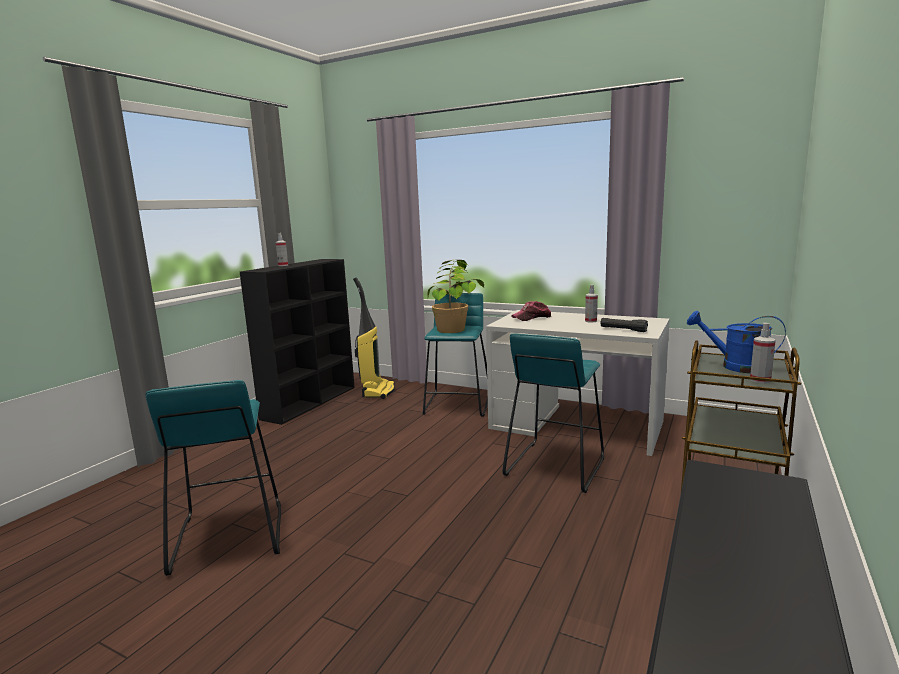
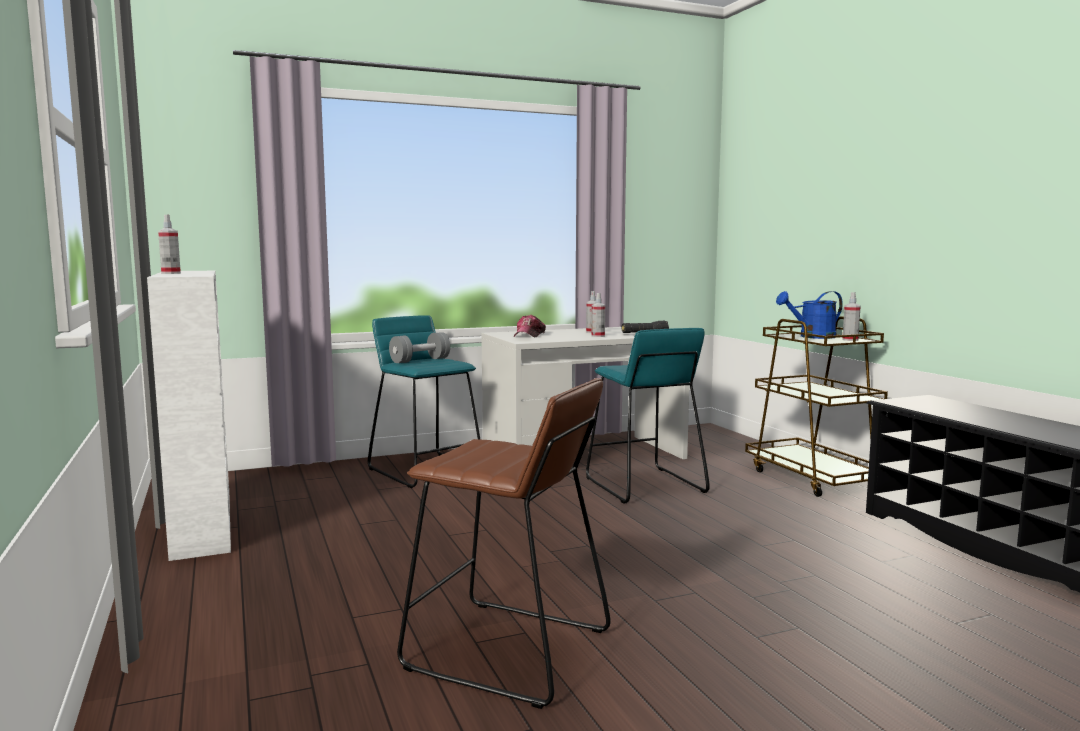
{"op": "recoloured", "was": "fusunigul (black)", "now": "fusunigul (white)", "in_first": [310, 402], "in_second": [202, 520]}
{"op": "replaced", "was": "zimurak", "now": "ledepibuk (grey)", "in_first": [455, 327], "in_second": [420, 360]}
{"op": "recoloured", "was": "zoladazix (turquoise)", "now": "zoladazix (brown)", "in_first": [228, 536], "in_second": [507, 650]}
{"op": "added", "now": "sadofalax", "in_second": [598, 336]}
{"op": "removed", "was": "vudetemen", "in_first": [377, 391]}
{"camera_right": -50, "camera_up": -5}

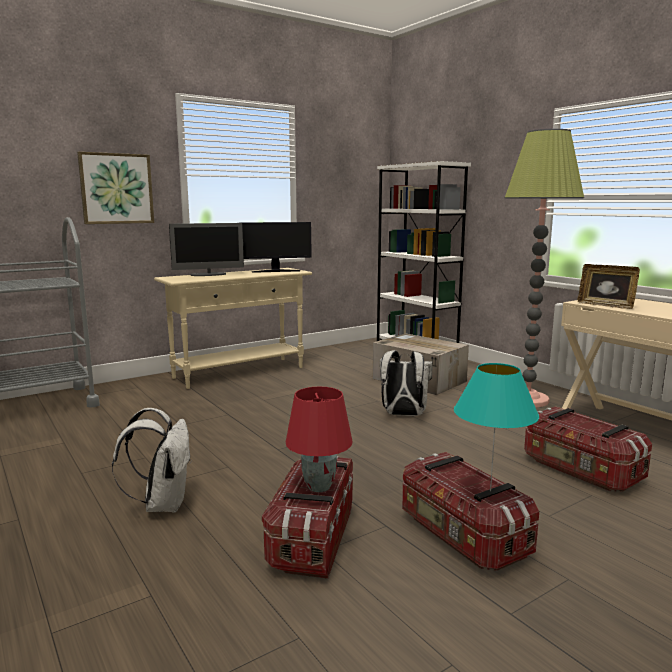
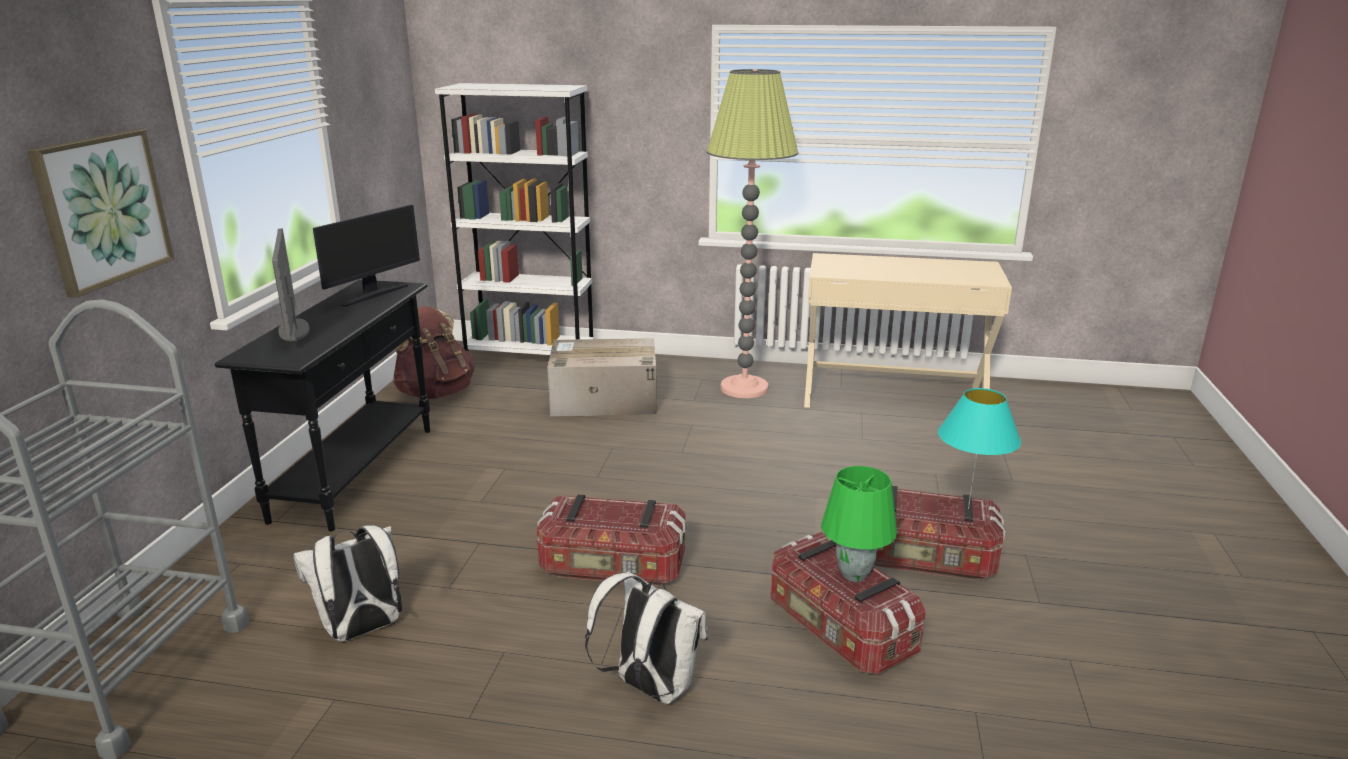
{"op": "recoloured", "was": "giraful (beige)", "now": "giraful (black)", "in_first": [240, 372], "in_second": [356, 473]}
{"op": "turned", "was": "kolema", "in_first": [208, 274], "in_second": [294, 330], "clockwise": 135}
{"op": "moved", "was": "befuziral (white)", "in_first": [403, 415], "in_second": [362, 630]}
{"op": "added", "now": "befuziral (brown)", "in_second": [434, 392]}
{"op": "moved", "was": "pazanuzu", "in_first": [580, 470], "in_second": [612, 568]}
{"op": "recoloured", "was": "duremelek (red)", "now": "duremelek (green)", "in_first": [319, 487], "in_second": [855, 575]}
{"op": "removed", "was": "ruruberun", "in_first": [606, 305]}
{"camera_right": -45, "camera_up": 10}

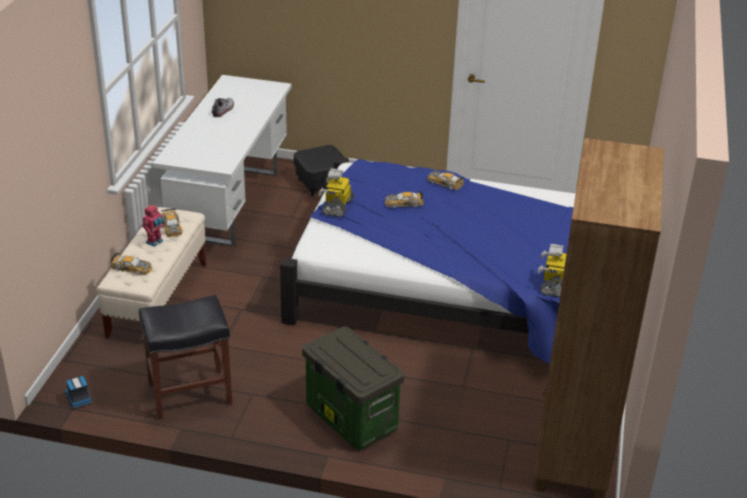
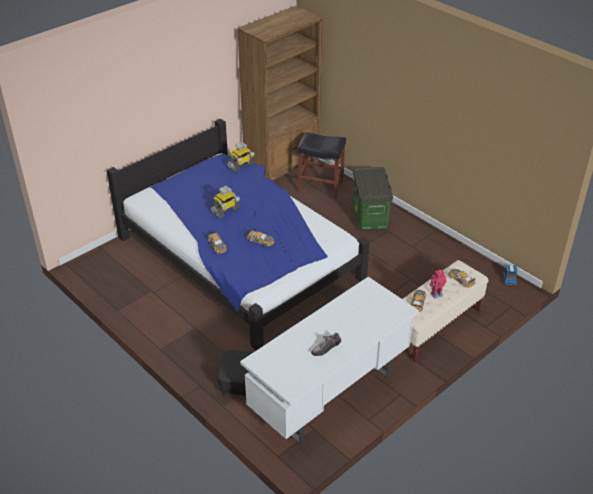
{"op": "moved", "was": "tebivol", "in_first": [337, 206], "in_second": [225, 210]}
{"op": "moved", "was": "zoladazix (black)", "in_first": [191, 393], "in_second": [320, 186]}
{"camera_right": -145, "camera_up": 5}

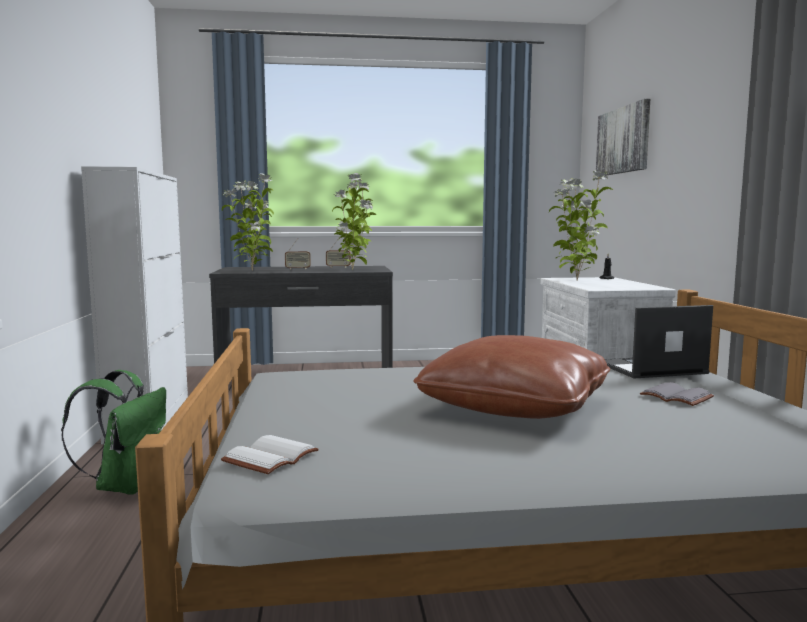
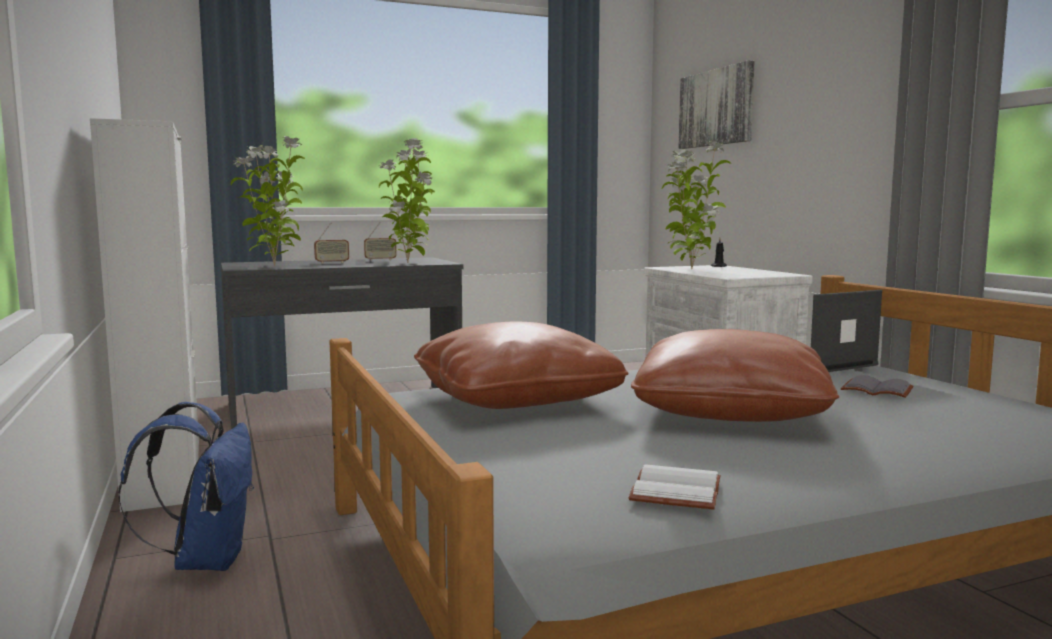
{"op": "recoloured", "was": "befuziral (green)", "now": "befuziral (blue)", "in_first": [127, 485], "in_second": [206, 560]}
{"op": "added", "now": "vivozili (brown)", "in_second": [515, 400]}
{"op": "moved", "was": "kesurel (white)", "in_first": [270, 456], "in_second": [673, 490]}
{"camera_right": -15, "camera_up": 0}

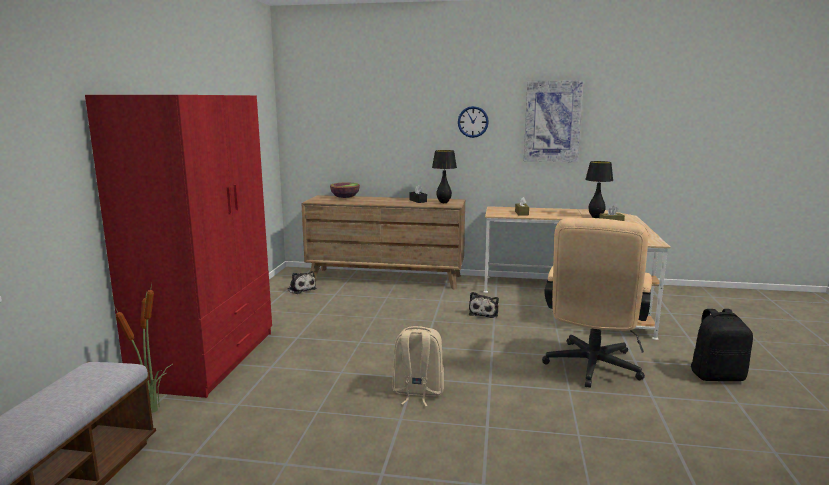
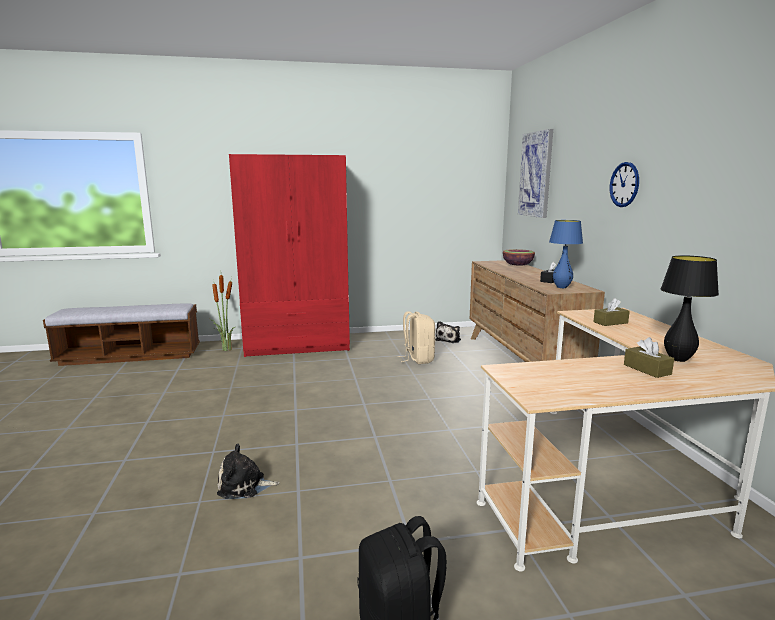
{"op": "moved", "was": "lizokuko", "in_first": [484, 313], "in_second": [244, 486]}
{"op": "moved", "was": "befuziral (beige)", "in_first": [417, 392], "in_second": [418, 359]}
{"op": "moved", "was": "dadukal", "in_first": [552, 121], "in_second": [536, 174]}
{"op": "recoloured", "was": "duremelek (black)", "now": "duremelek (blue)", "in_first": [443, 202], "in_second": [561, 287]}
{"op": "removed", "was": "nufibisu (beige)", "in_first": [591, 369]}
{"camera_right": 70, "camera_up": 0}

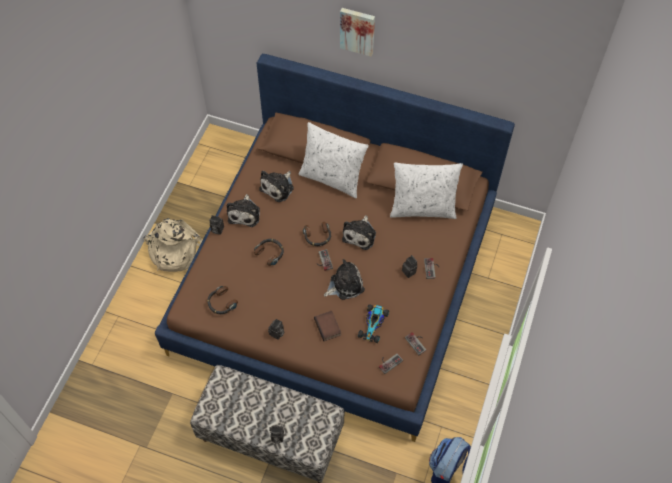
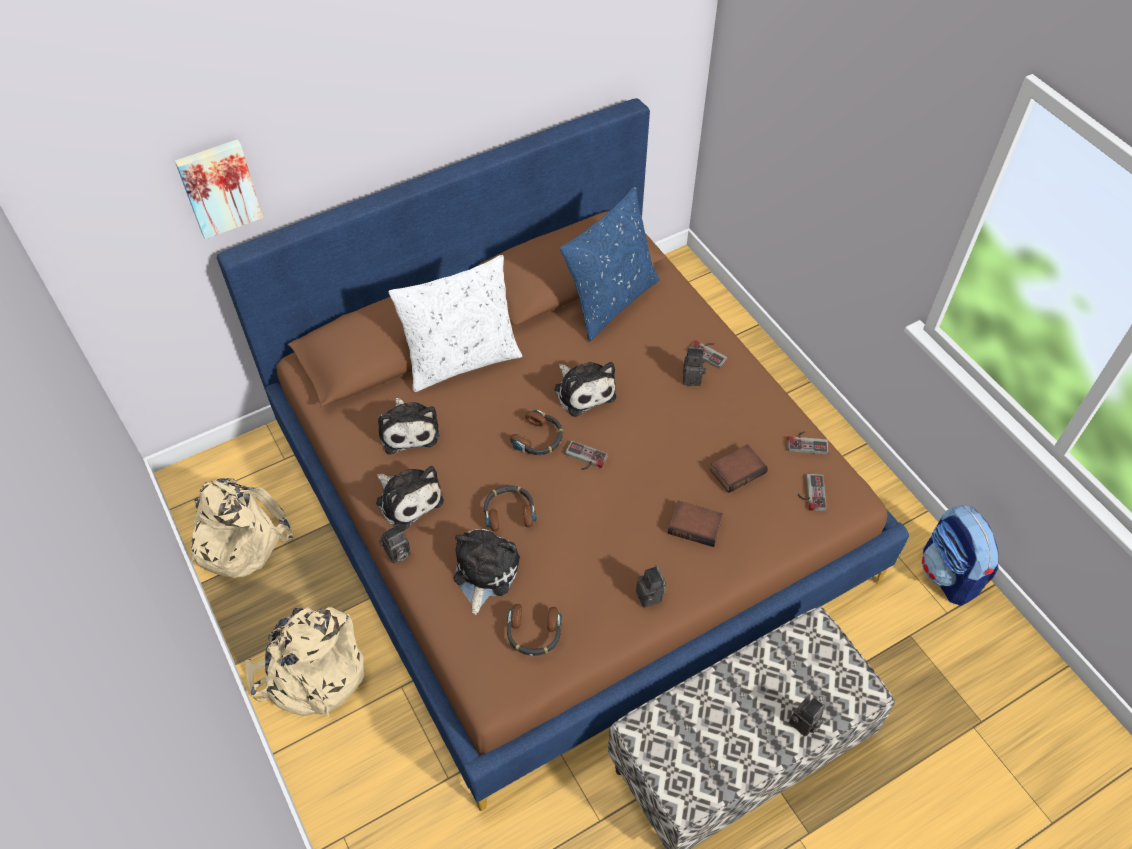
{"op": "moved", "was": "dadukal", "in_first": [357, 30], "in_second": [219, 187]}
{"op": "added", "now": "befuziral (beige)", "in_second": [238, 537]}
{"op": "moved", "was": "lizokuko", "in_first": [345, 285], "in_second": [484, 573]}
{"op": "recoloured", "was": "vivozili (white)", "now": "vivozili (blue)", "in_first": [422, 208], "in_second": [610, 301]}
{"op": "replaced", "was": "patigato", "now": "kesurel", "in_first": [373, 324], "in_second": [737, 470]}
{"camera_right": -50, "camera_up": -5}

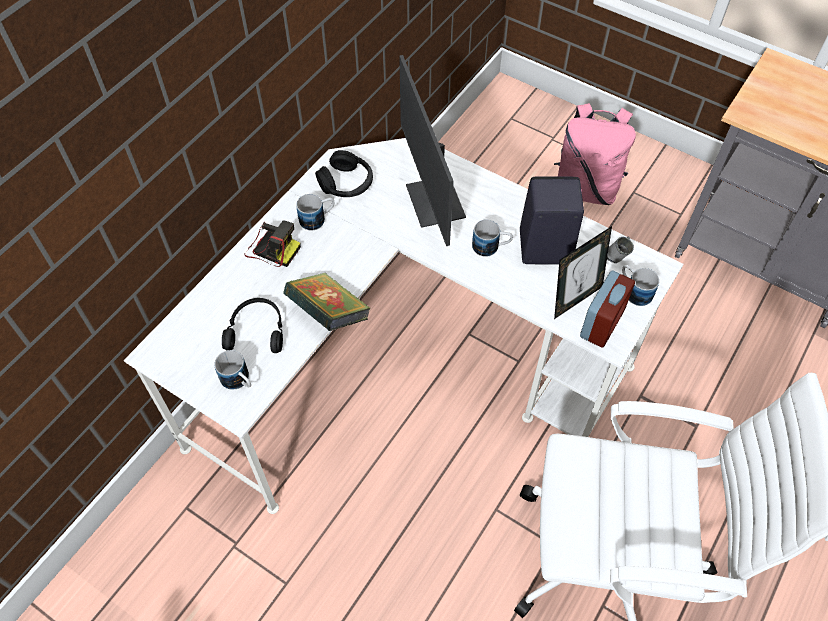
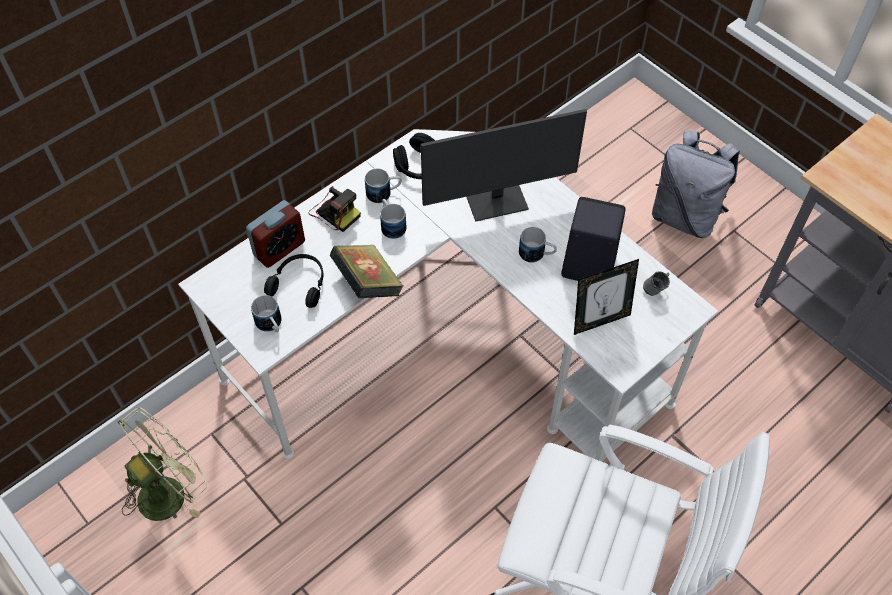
{"op": "added", "now": "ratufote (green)", "in_second": [170, 490]}
{"op": "moved", "was": "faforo", "in_first": [601, 324], "in_second": [279, 249]}
{"op": "moved", "was": "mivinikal", "in_first": [634, 291], "in_second": [391, 224]}
{"op": "turned", "was": "kolema", "in_first": [433, 202], "in_second": [496, 200], "clockwise": -105}
{"op": "recoloured", "was": "befuziral (pink)", "now": "befuziral (grey)", "in_first": [586, 188], "in_second": [685, 216]}
{"camera_right": 15, "camera_up": 0}

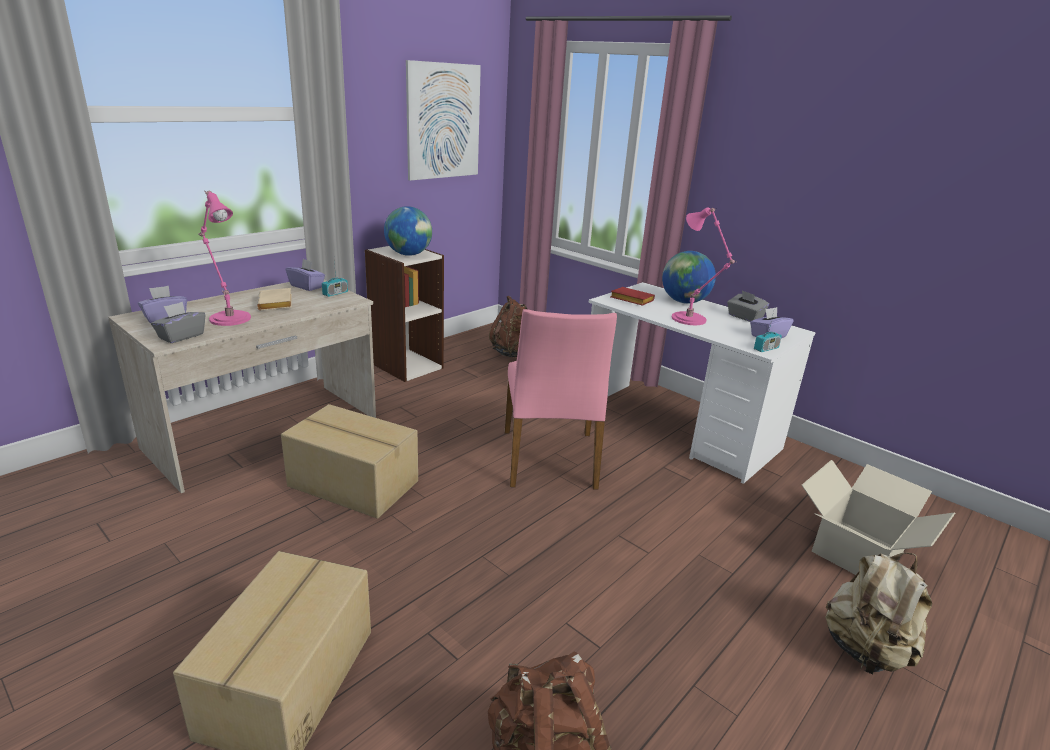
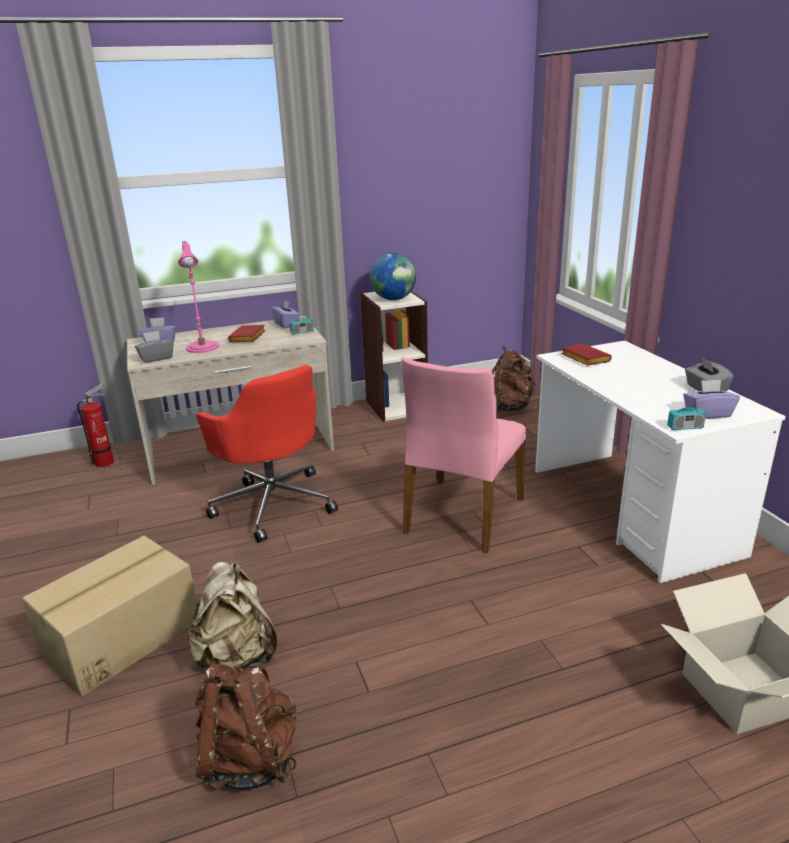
{"op": "added", "now": "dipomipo", "in_second": [106, 461]}
{"op": "moved", "was": "befuziral (beige)", "in_first": [865, 651], "in_second": [236, 656]}
{"op": "replaced", "was": "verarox", "now": "nufibisu (red)", "in_first": [353, 484], "in_second": [273, 503]}
{"op": "recoloured", "was": "kesurel (beige)", "now": "kesurel (red)", "in_first": [277, 304], "in_second": [248, 338]}
{"op": "removed", "was": "dadukal", "in_first": [443, 121]}
{"op": "removed", "was": "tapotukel", "in_first": [684, 302]}
{"op": "removed", "was": "duremelek (pink)", "in_first": [690, 320]}
{"camera_right": 30, "camera_up": 0}

